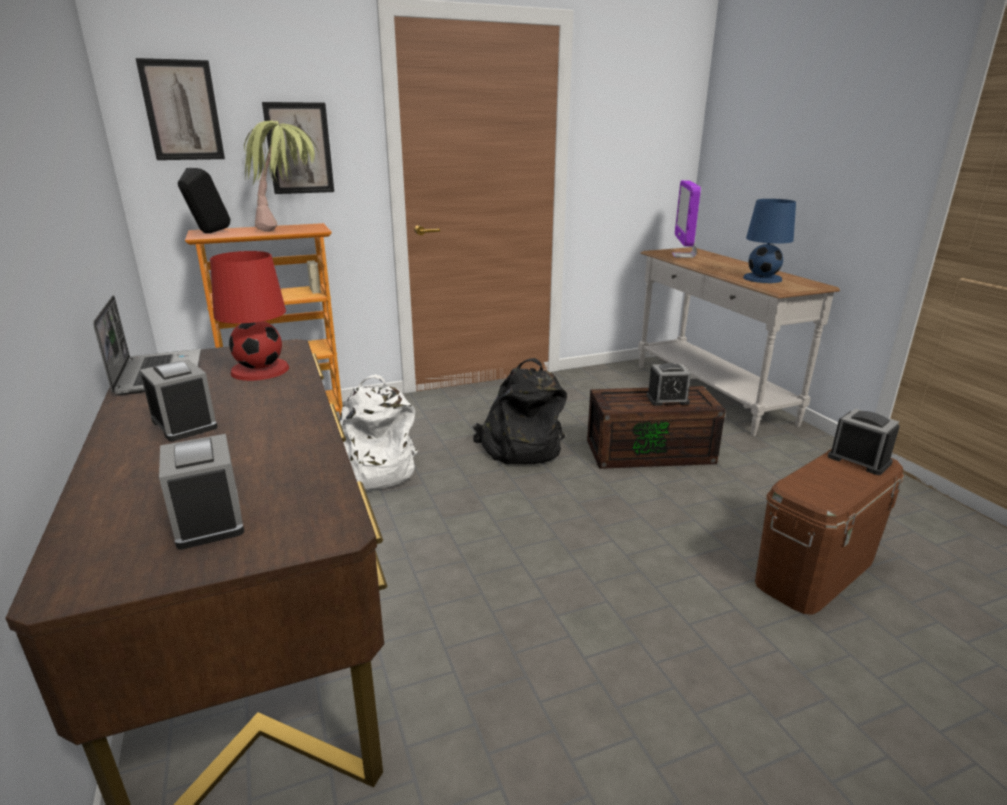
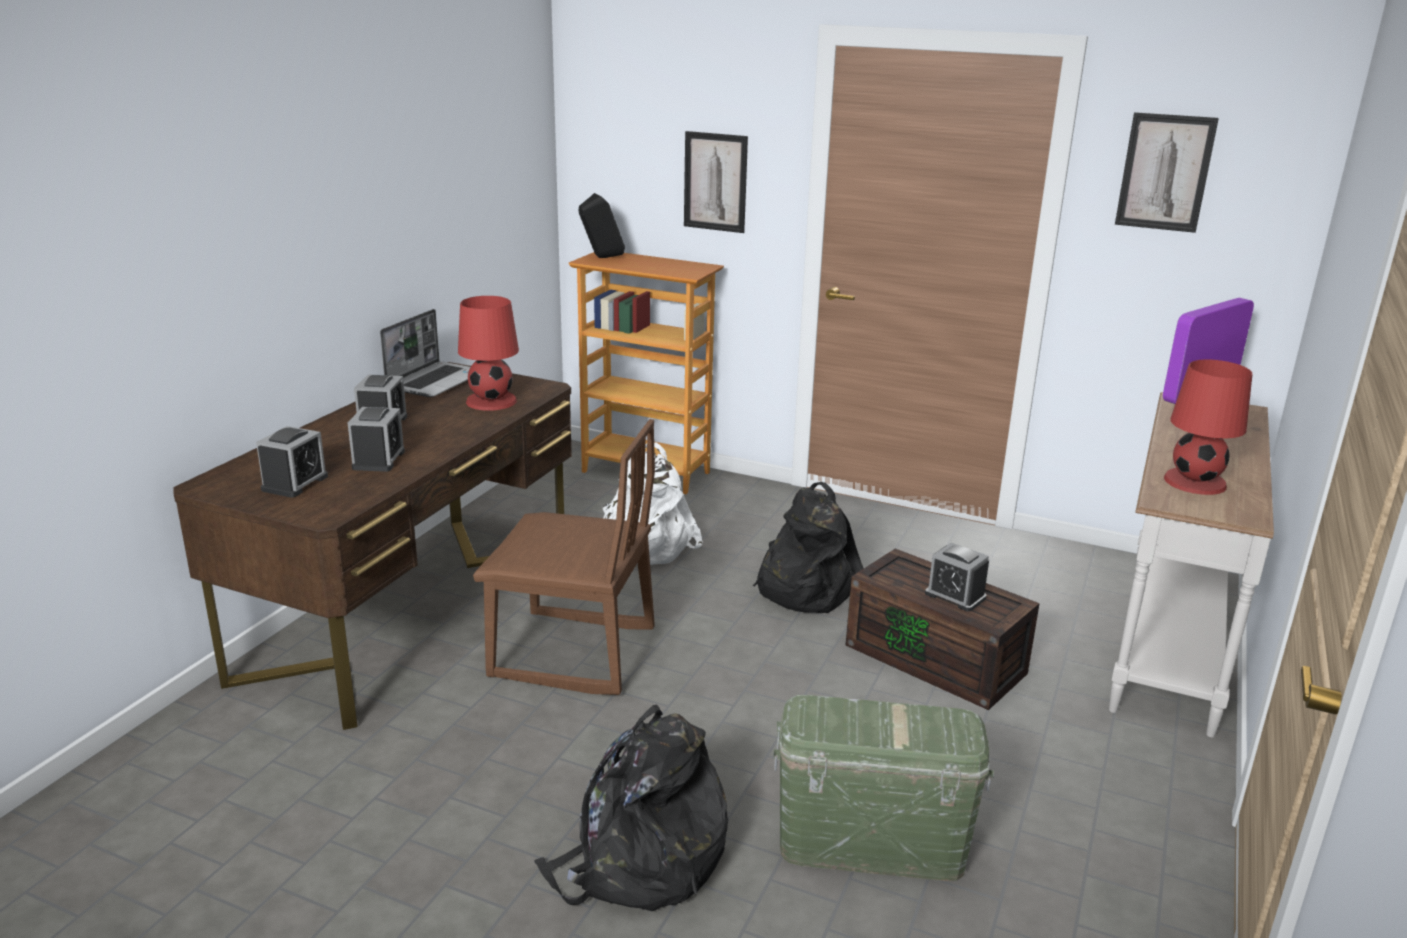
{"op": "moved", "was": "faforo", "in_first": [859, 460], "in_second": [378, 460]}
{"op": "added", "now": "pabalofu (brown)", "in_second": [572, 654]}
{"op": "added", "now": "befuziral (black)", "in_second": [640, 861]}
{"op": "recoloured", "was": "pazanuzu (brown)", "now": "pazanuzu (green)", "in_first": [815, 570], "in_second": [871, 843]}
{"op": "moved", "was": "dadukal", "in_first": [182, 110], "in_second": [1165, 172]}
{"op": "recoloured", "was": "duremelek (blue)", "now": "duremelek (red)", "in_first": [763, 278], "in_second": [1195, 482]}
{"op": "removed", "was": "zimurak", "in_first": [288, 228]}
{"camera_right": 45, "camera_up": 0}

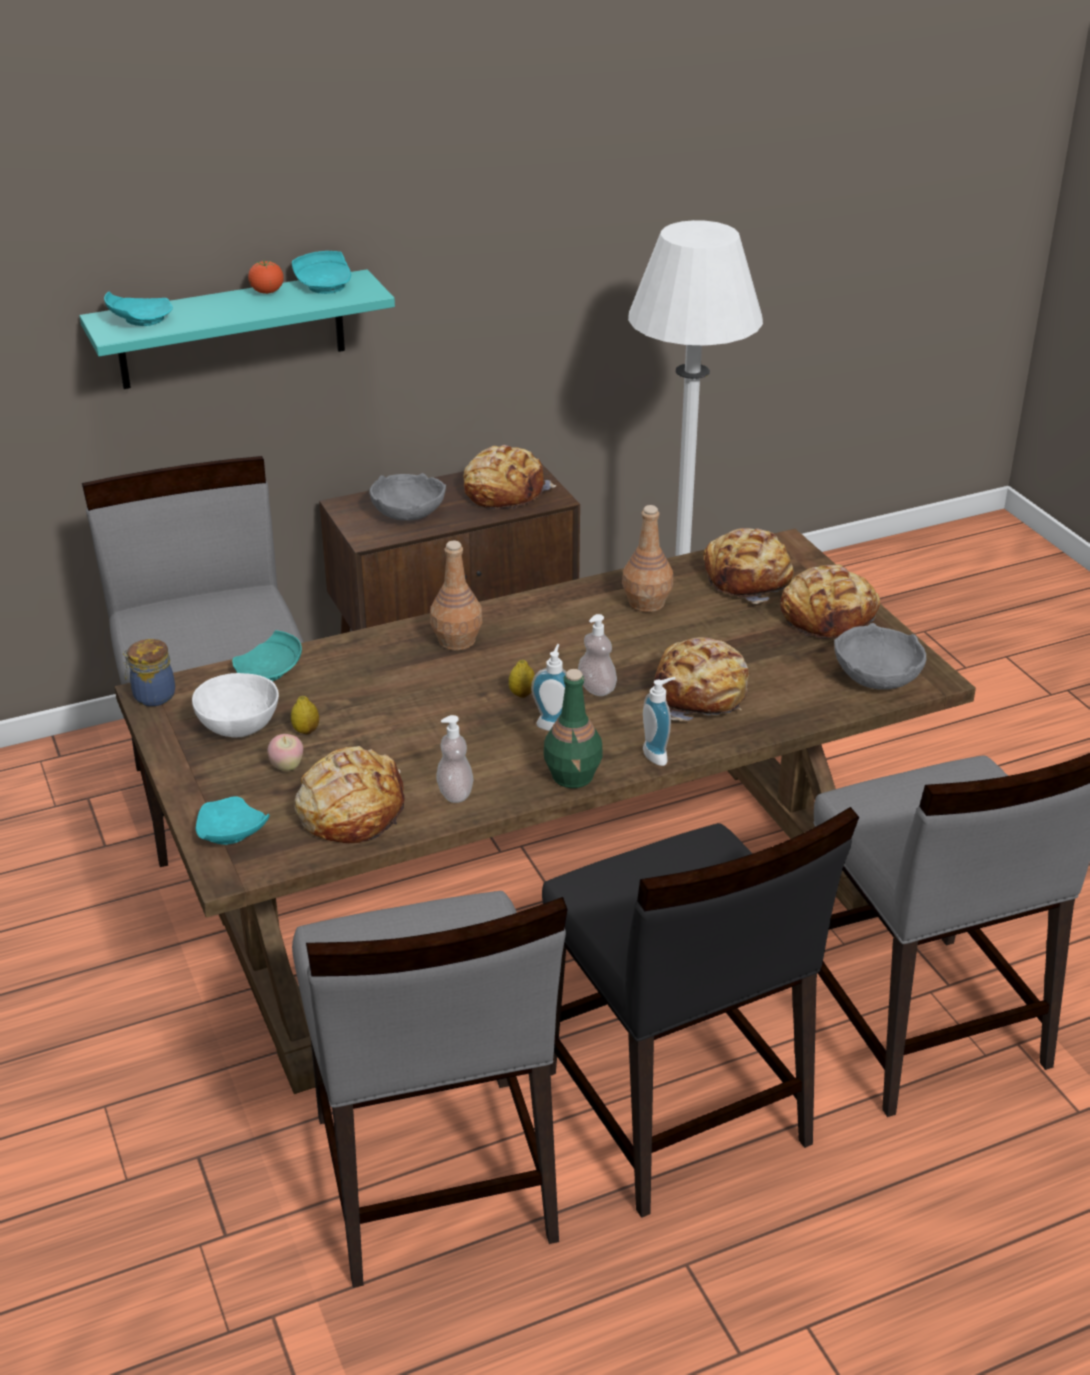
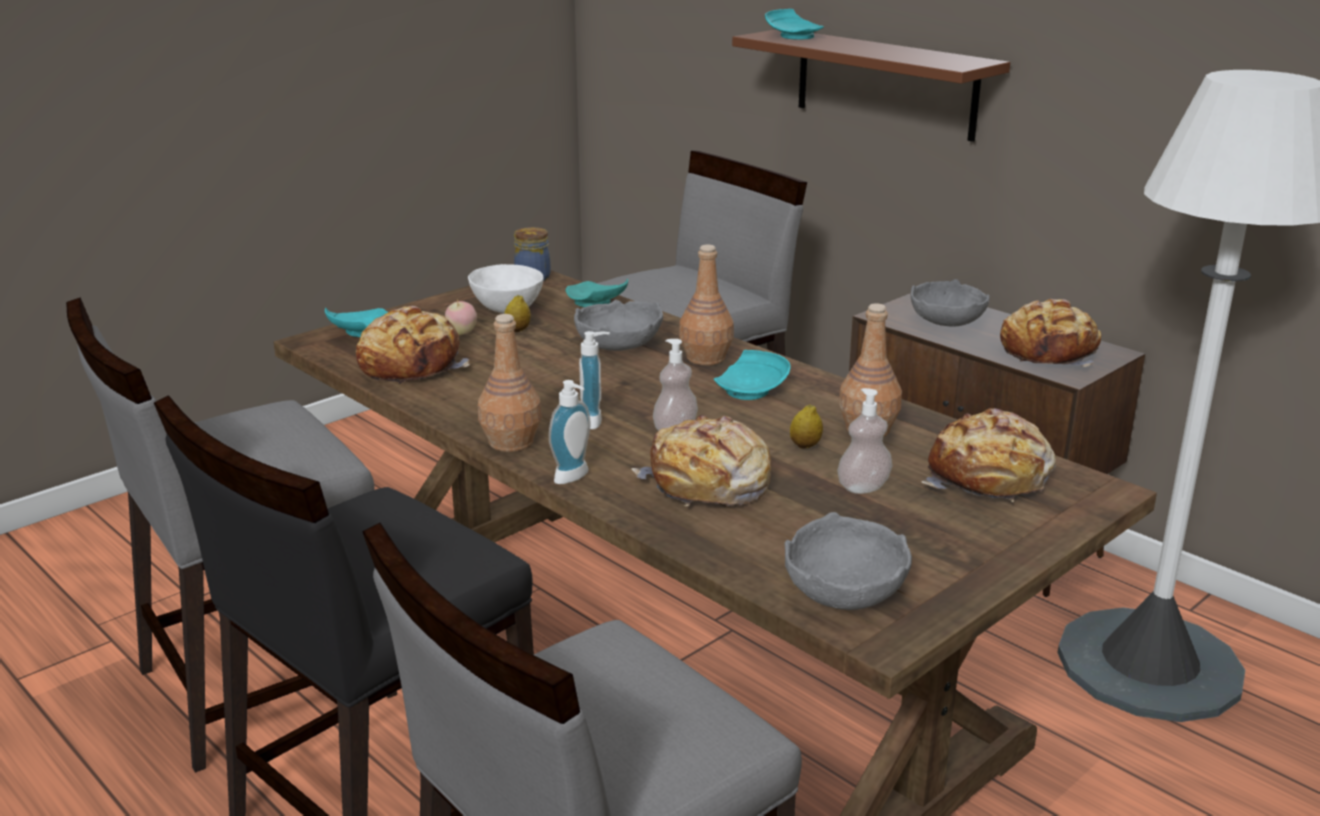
{"op": "recoloured", "was": "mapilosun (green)", "now": "mapilosun (brown)", "in_first": [573, 776], "in_second": [511, 442]}
{"op": "added", "now": "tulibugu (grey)", "in_second": [618, 345]}
{"op": "moved", "was": "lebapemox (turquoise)", "in_first": [325, 285], "in_second": [752, 390]}
{"op": "recoloured", "was": "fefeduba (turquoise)", "now": "fefeduba (brown)", "in_first": [231, 330], "in_second": [885, 84]}
{"op": "moved", "was": "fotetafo", "in_first": [522, 694], "in_second": [805, 446]}
{"op": "moved", "was": "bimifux", "in_first": [455, 793], "in_second": [863, 487]}
{"op": "removed", "was": "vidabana", "in_first": [267, 292]}
{"op": "removed", "was": "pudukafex", "in_first": [829, 617]}
{"camera_right": 70, "camera_up": -10}

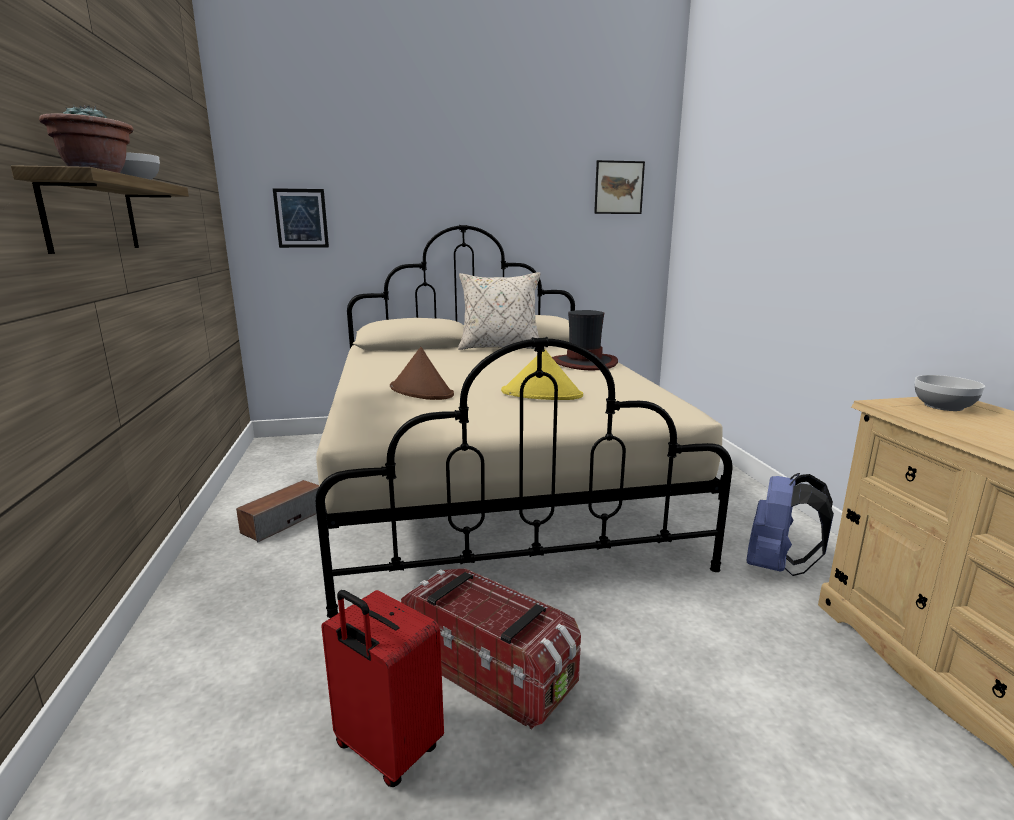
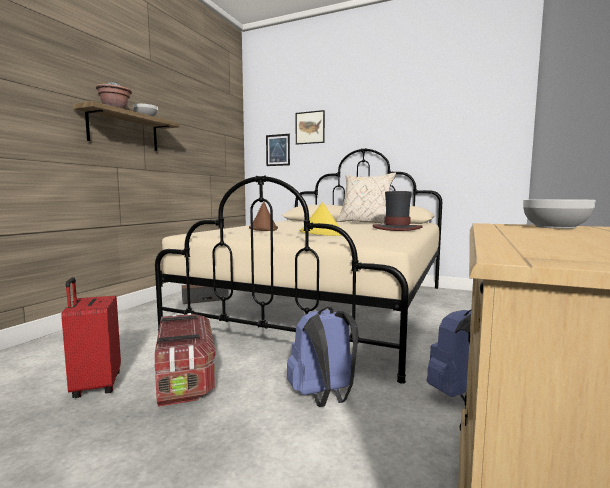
{"op": "added", "now": "befuziral (blue)", "in_second": [324, 397]}
{"op": "moved", "was": "dadukal", "in_first": [619, 187], "in_second": [310, 127]}
{"camera_right": 35, "camera_up": -10}

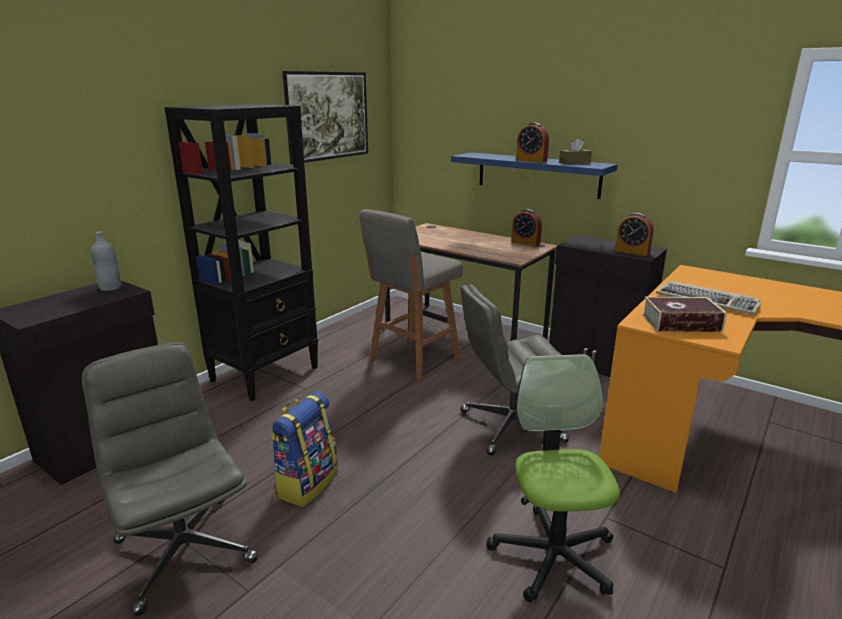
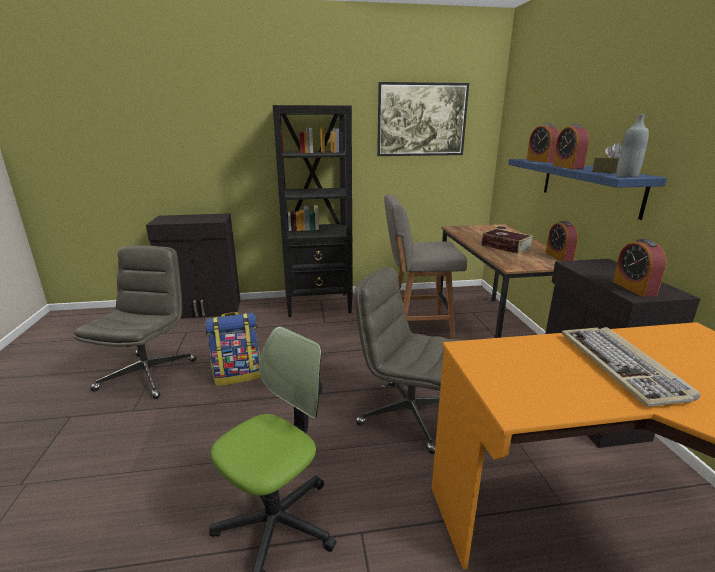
{"op": "moved", "was": "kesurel", "in_first": [681, 323], "in_second": [505, 247]}
{"op": "added", "now": "faforo", "in_second": [540, 161]}
{"op": "moved", "was": "mapilosun (grey)", "in_first": [110, 288], "in_second": [626, 176]}
{"camera_right": 45, "camera_up": 0}

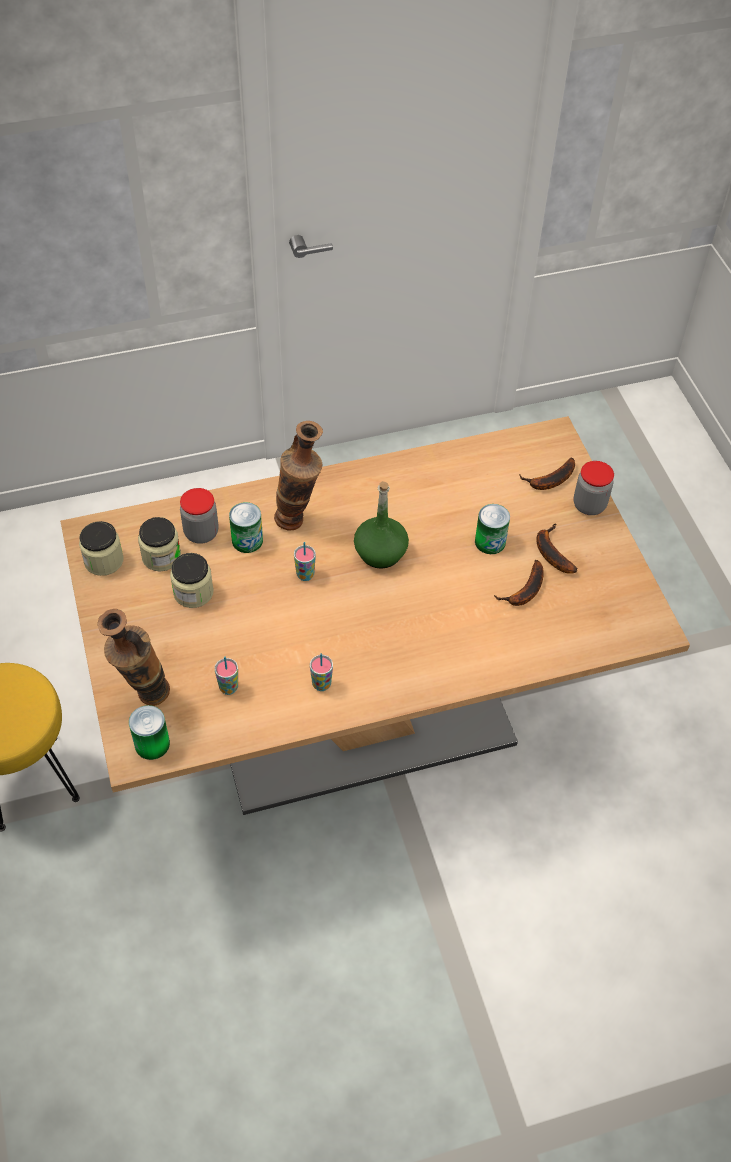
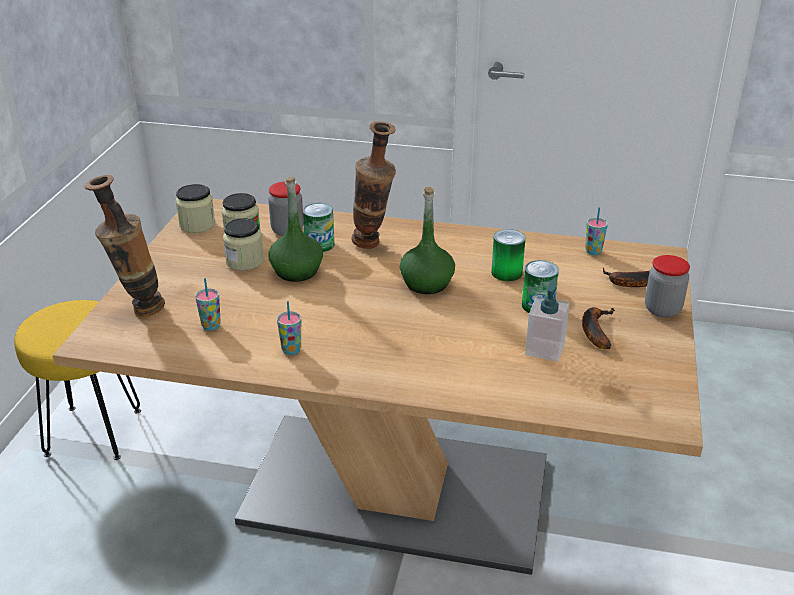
{"op": "added", "now": "mapilosun (green)", "in_second": [296, 271]}
{"op": "moved", "was": "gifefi", "in_first": [152, 744], "in_second": [506, 273]}
{"op": "replaced", "was": "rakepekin", "now": "bimifux", "in_first": [525, 591], "in_second": [545, 349]}
{"op": "moved", "was": "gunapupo", "in_first": [305, 575], "in_second": [593, 251]}
{"camera_right": 30, "camera_up": -20}

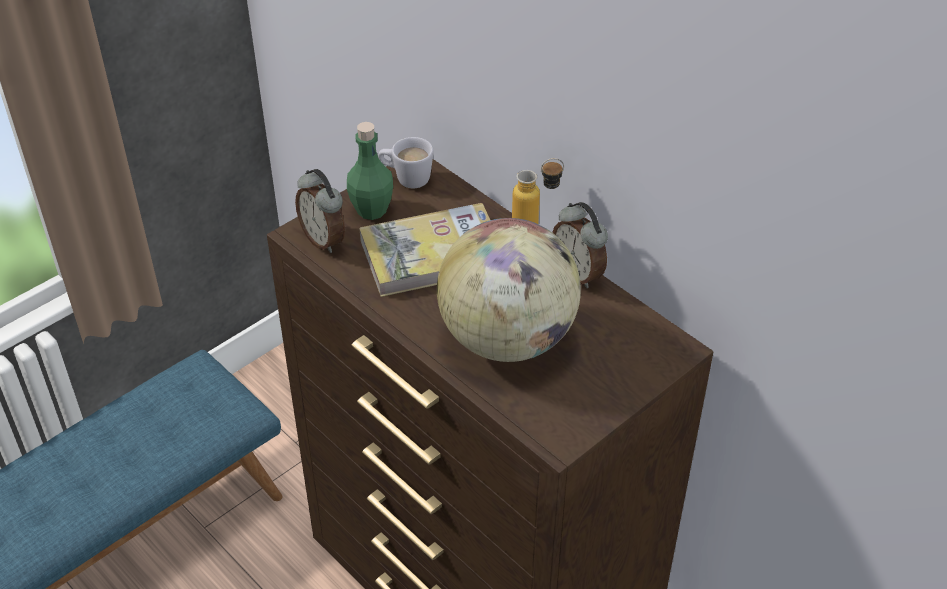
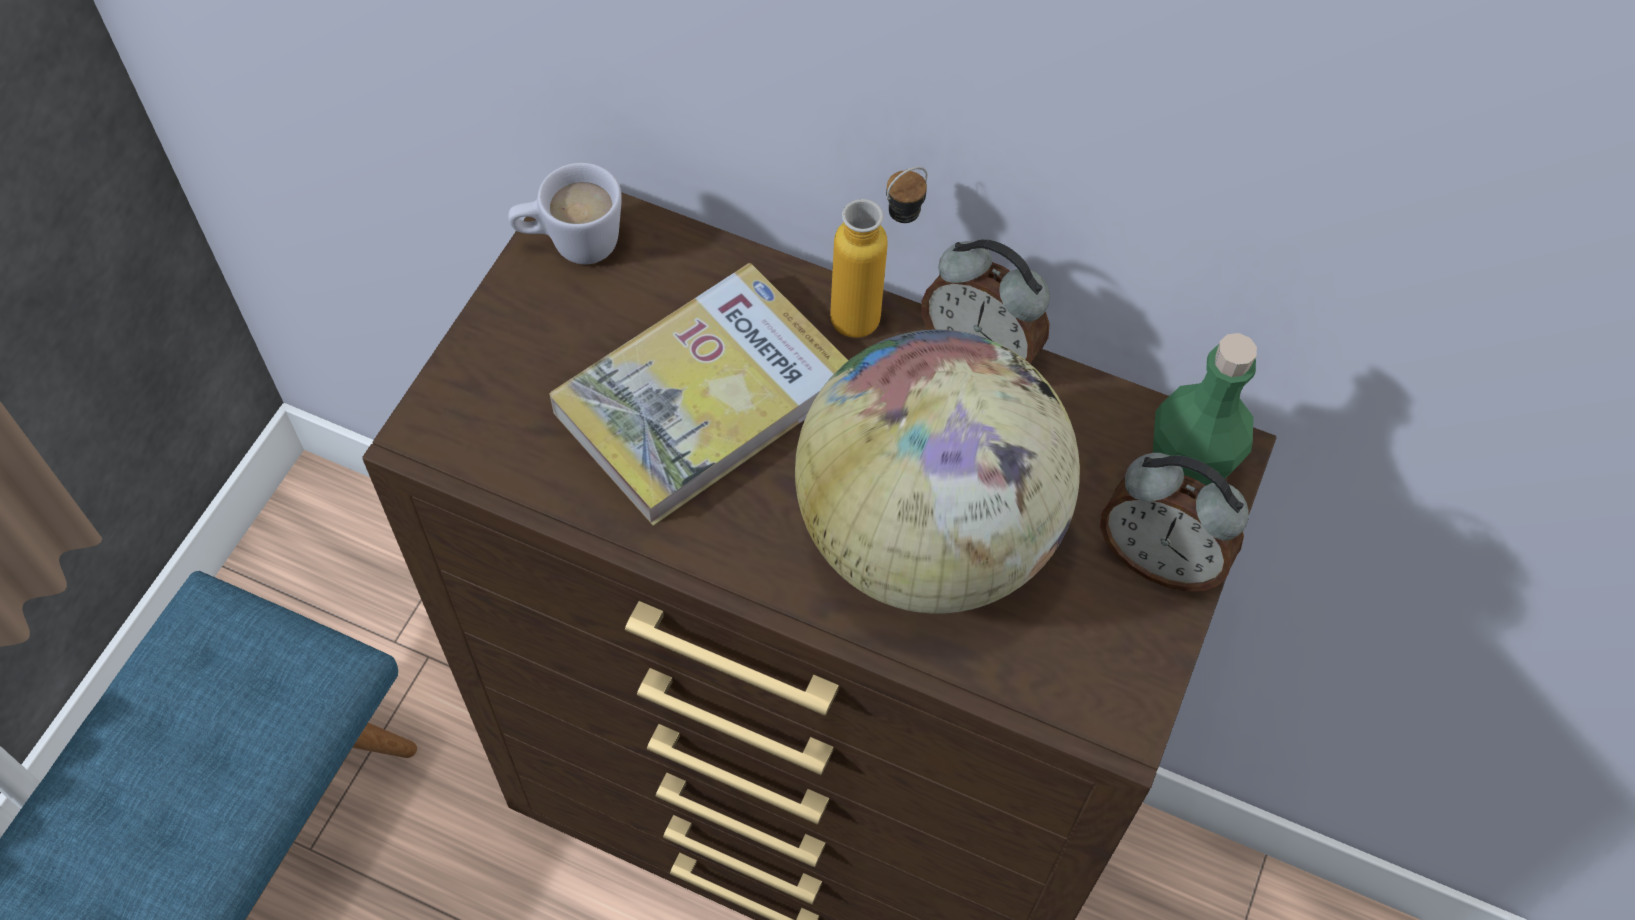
{"op": "moved", "was": "faforo", "in_first": [324, 239], "in_second": [1159, 559]}
{"op": "moved", "was": "mapilosun (green)", "in_first": [371, 210], "in_second": [1187, 468]}
{"camera_right": -25, "camera_up": 15}

